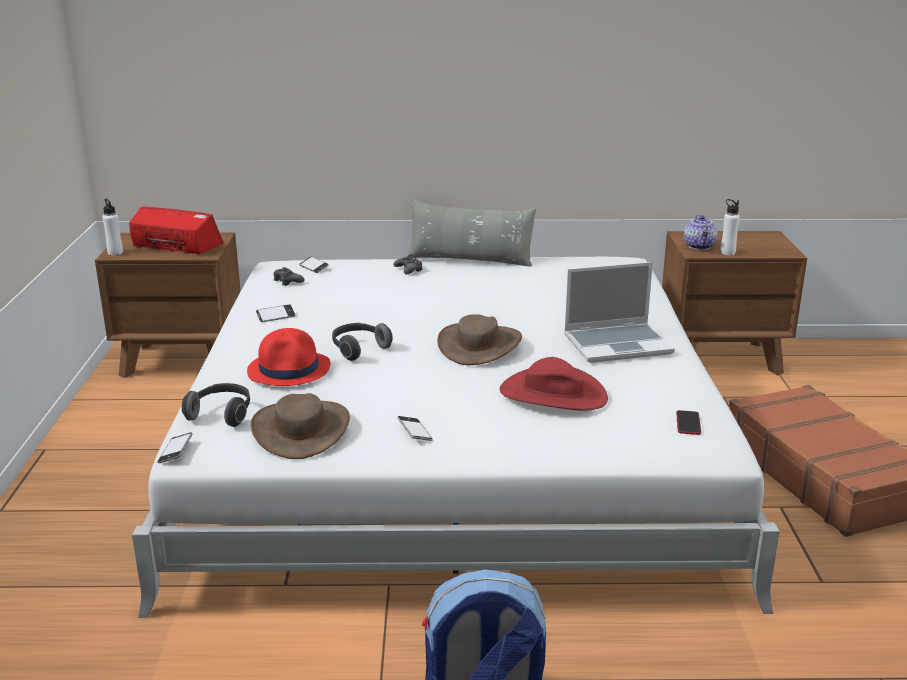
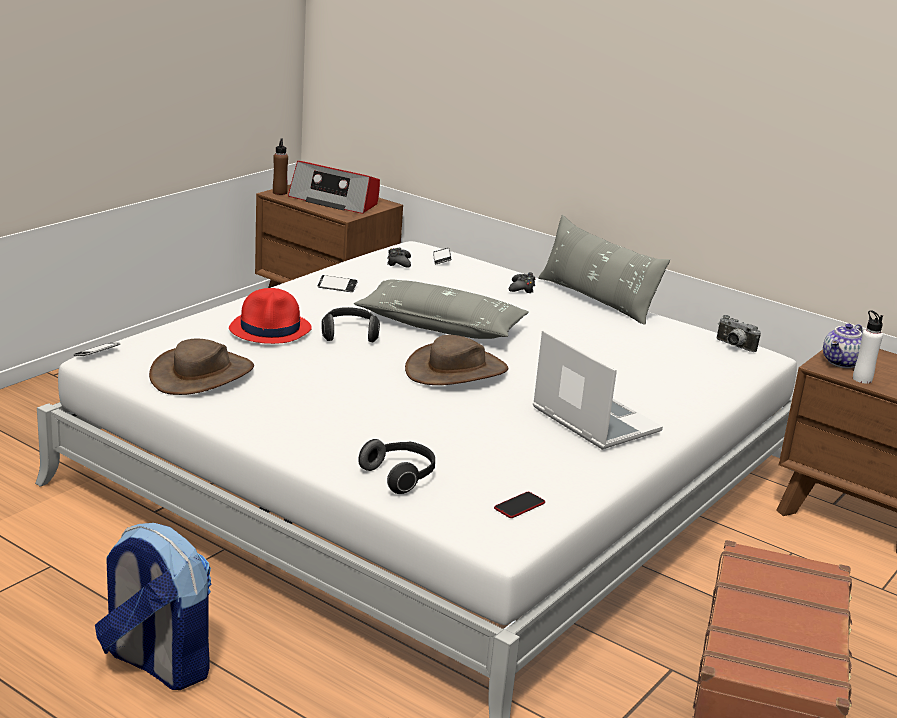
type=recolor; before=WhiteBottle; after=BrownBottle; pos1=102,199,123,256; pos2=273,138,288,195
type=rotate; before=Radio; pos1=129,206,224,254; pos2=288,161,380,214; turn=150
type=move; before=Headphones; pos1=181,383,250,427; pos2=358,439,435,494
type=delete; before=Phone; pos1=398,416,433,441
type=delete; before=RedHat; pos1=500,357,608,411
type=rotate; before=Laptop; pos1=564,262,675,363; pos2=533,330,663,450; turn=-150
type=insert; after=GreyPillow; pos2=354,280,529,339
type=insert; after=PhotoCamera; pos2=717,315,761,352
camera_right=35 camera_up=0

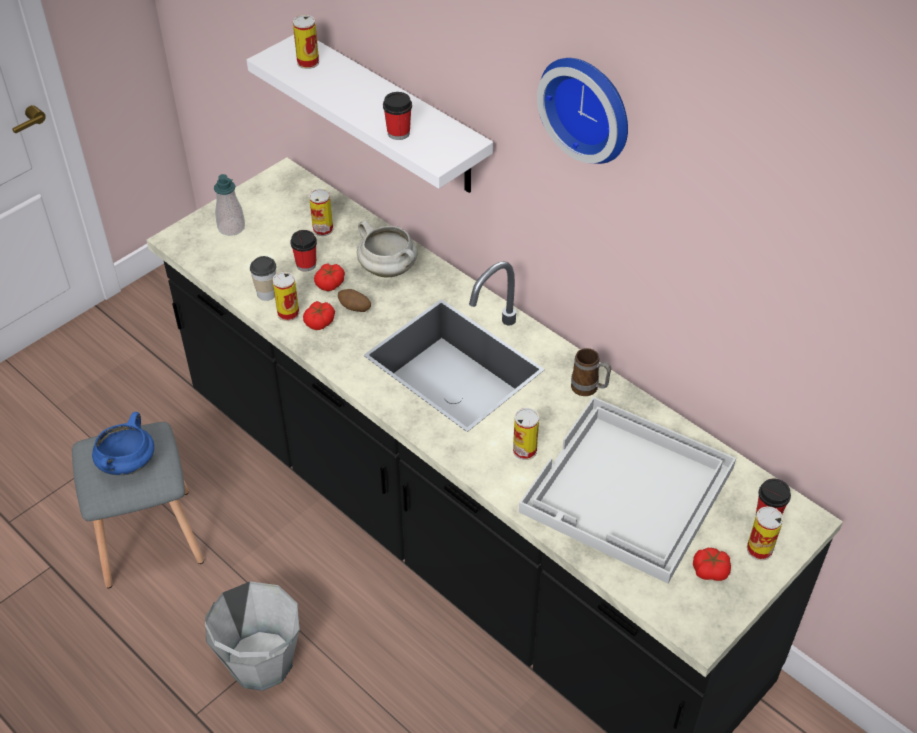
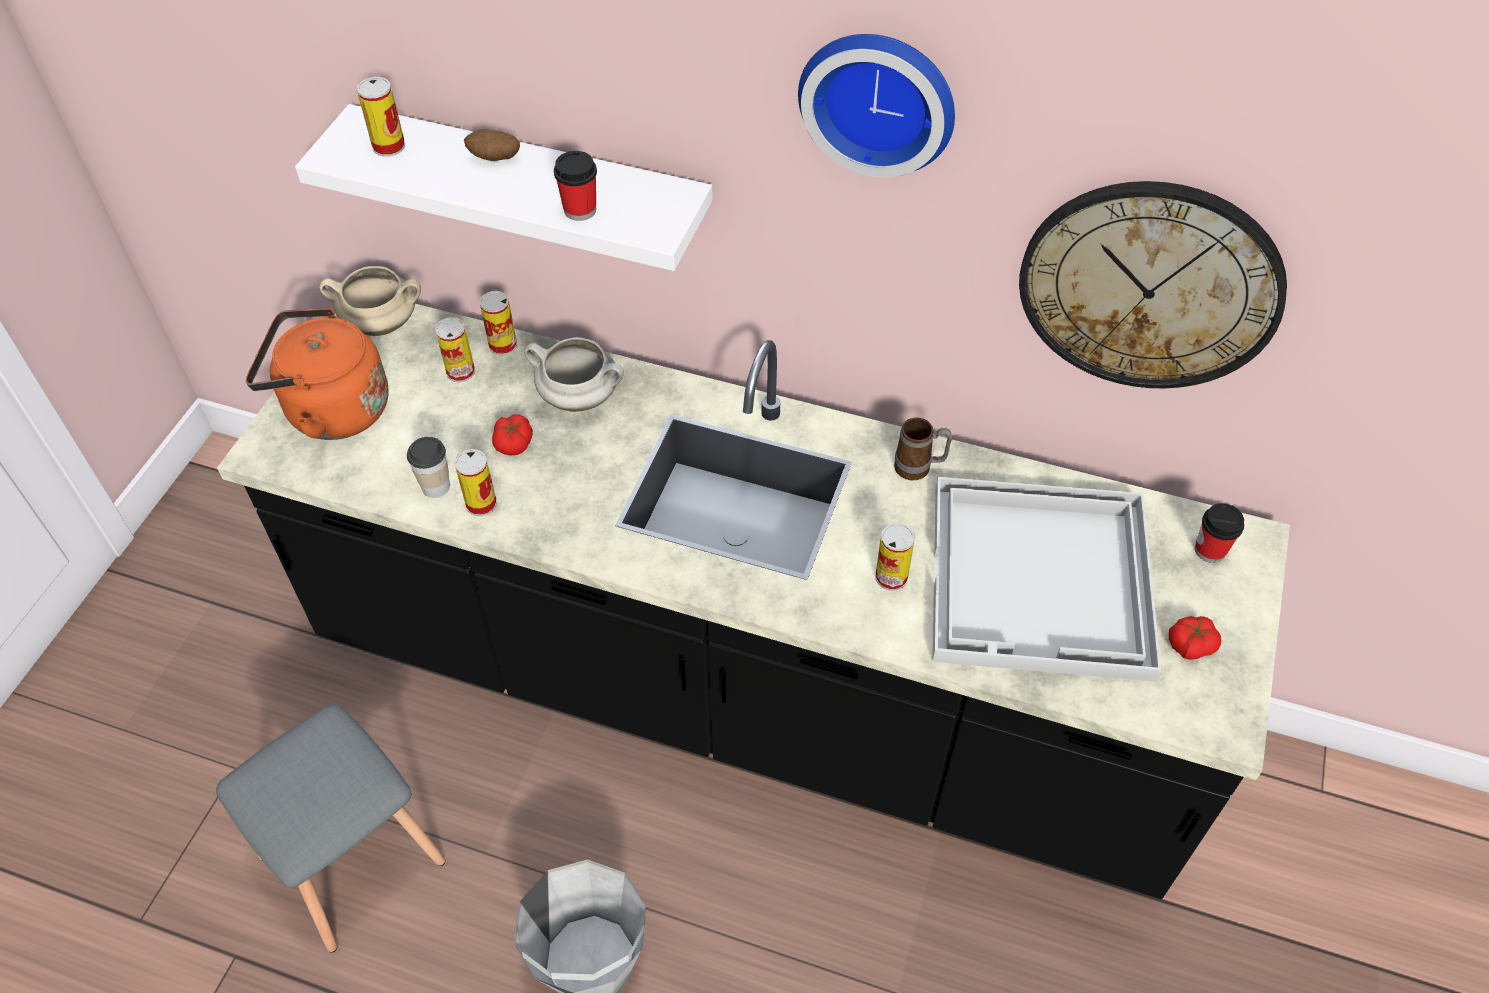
type=delete; before=BlueCookingPot; pos1=92,412,154,475
type=replace; before=SoapDispenser; after=OrangeKettle; pos1=214,174,245,236; pos2=246,308,389,440
type=delete; before=Cup; pos1=290,230,317,272
type=delete; before=Tomato; pos1=303,301,335,330
type=move; before=Potato; pos1=338,289,371,312; pos2=464,129,520,161
type=move; before=Can; pos1=747,506,783,561; pos2=479,291,517,355
type=insert; after=BeigeCookingPot; pos2=319,266,421,336
type=insert; after=WallClock; pos2=1019,181,1287,388
camera_right=-25 camera_up=5

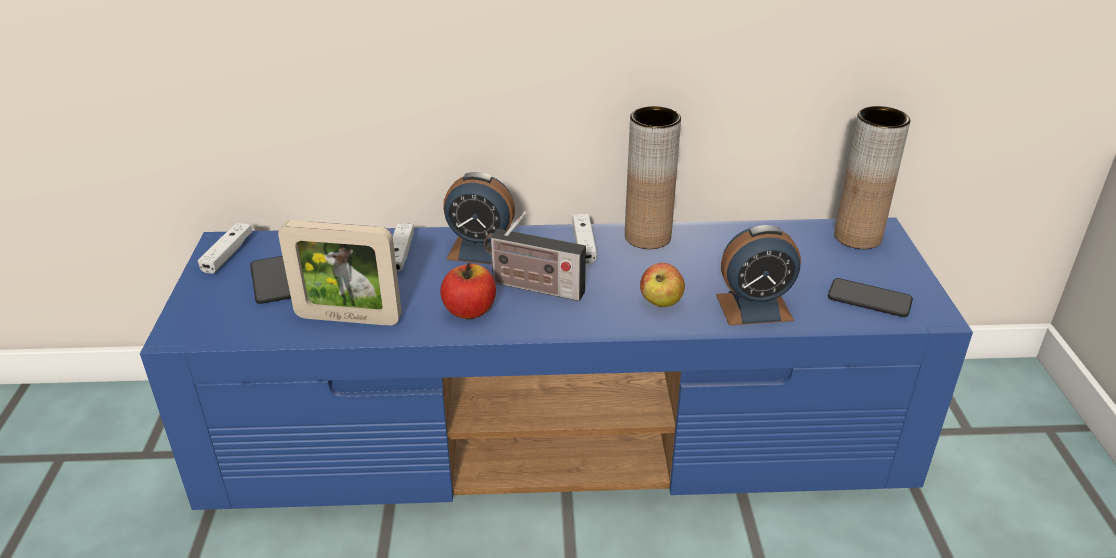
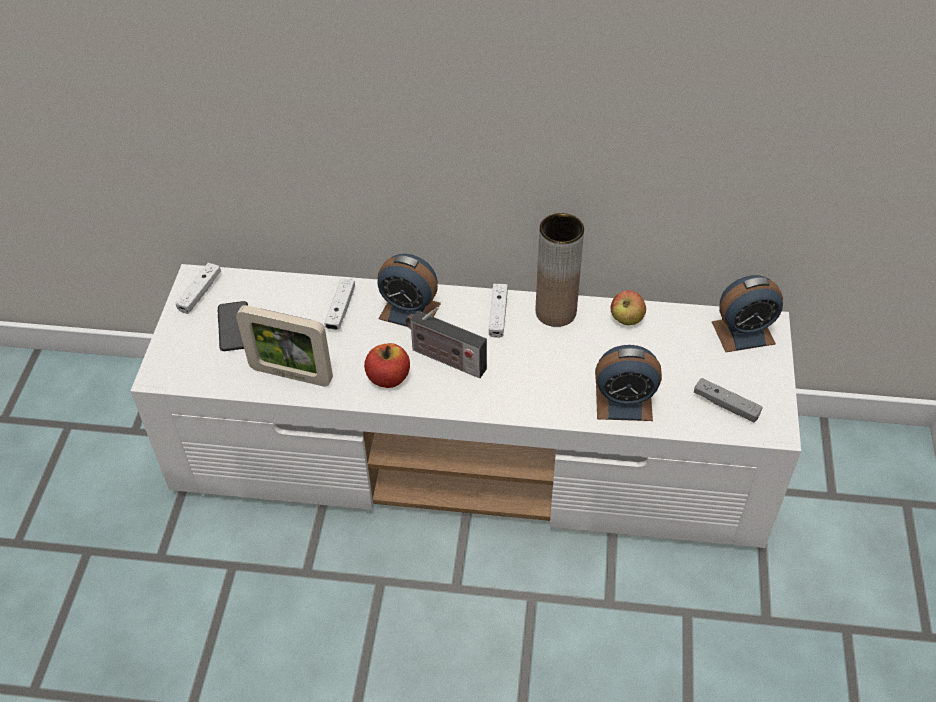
type=recolor; before=BlueTvStand; after=WhiteTvStand; pos1=140,217,973,510; pos2=130,264,801,548
type=move; before=Apple; pos1=640,263,685,307; pos2=611,290,646,325
type=replace; before=Phone; after=GreyGameController; pos1=828,278,913,317; pos2=694,378,763,423
type=replace; before=BrownVase; after=AlarmClock; pos1=834,106,910,249; pos2=712,275,783,352
camera_right=10 camera_up=15

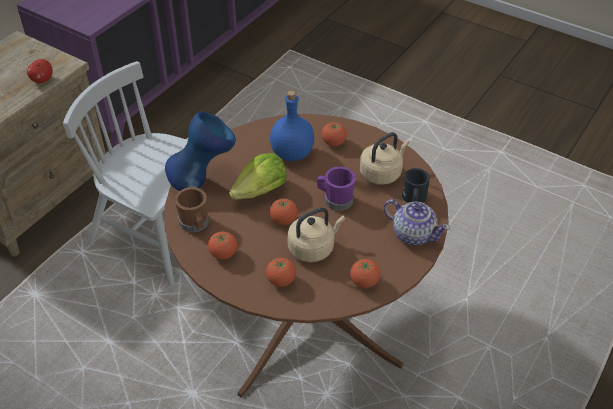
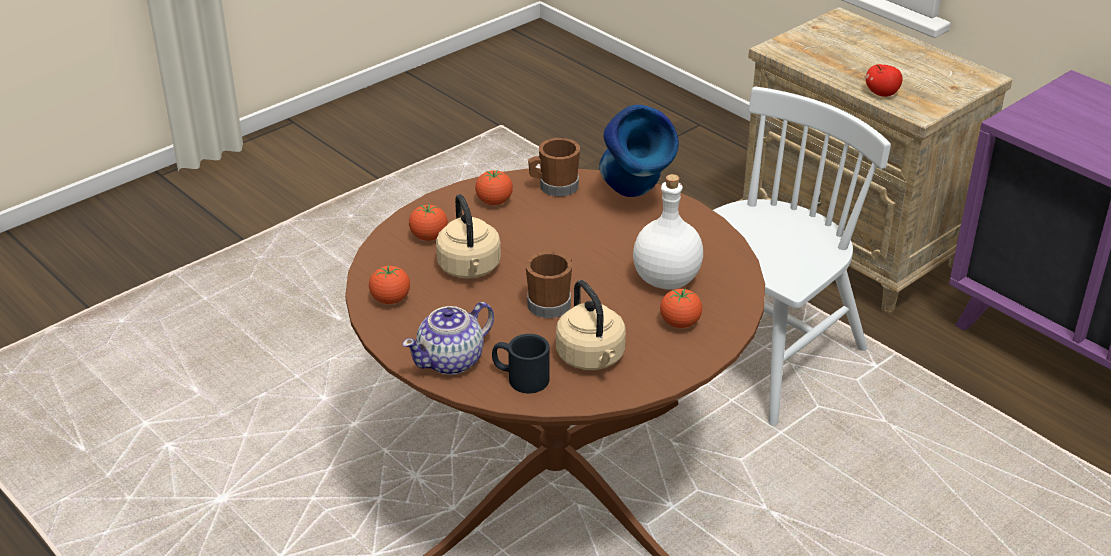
type=delete; before=Lettuce; pos1=229,153,287,200
type=recolor; before=BlueBottle; after=WhiteBottle; pos1=270,91,314,161; pos2=633,174,703,289
type=delete; before=Tomato; pos1=270,199,298,225
type=recolor; before=PurpleMug; after=BrownMug; pos1=317,167,356,211; pos2=526,252,572,318
camera_right=105 camera_up=-10

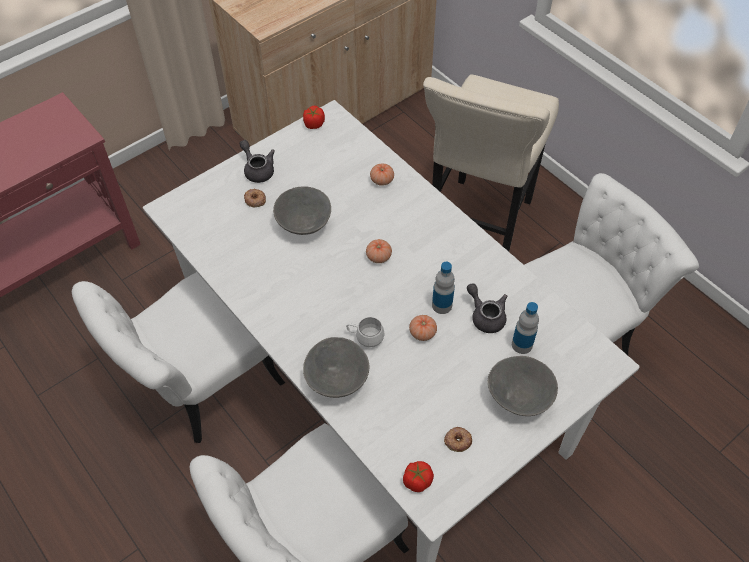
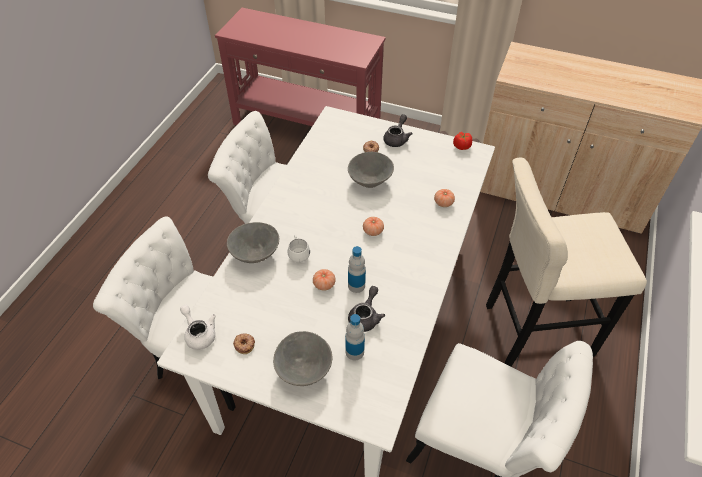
type=replace; before=Tomato; after=WhiteTeapot; pos1=403,461,434,492; pos2=180,305,216,350
camera_right=60 camera_up=-5

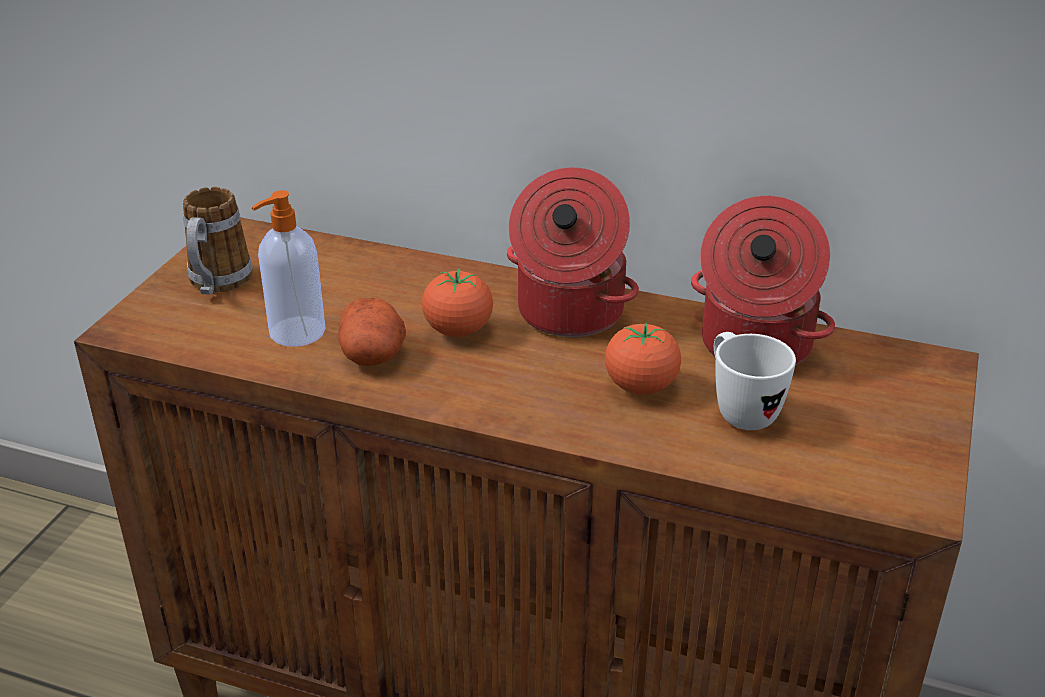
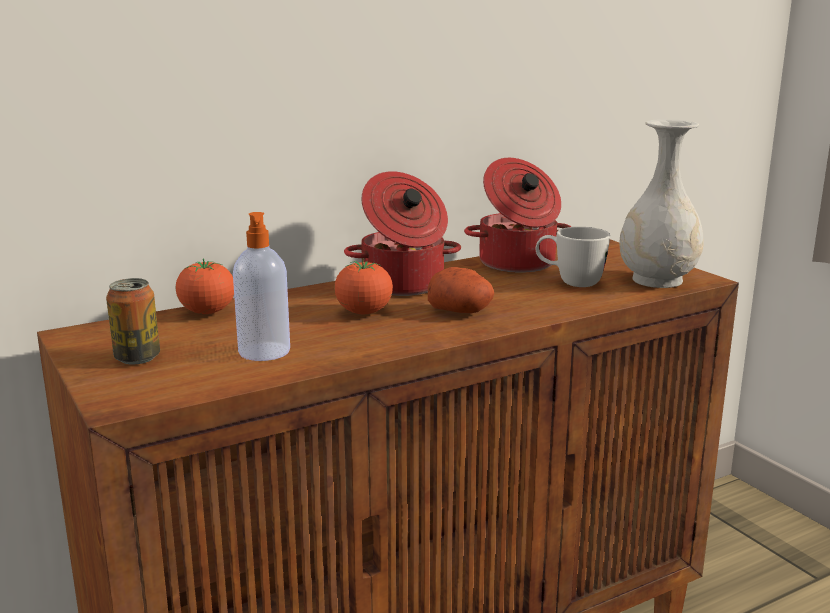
type=replace; before=Mug; after=Can; pos1=183,187,253,295; pos2=106,278,160,364
type=move; before=Potato; pos1=338,298,406,366; pos2=428,267,494,313
type=move; before=Tomato; pos1=605,323,681,394; pos2=176,258,234,314
type=insert; after=WhiteVase; pos2=619,119,704,288
camera_right=-50 camera_up=-15

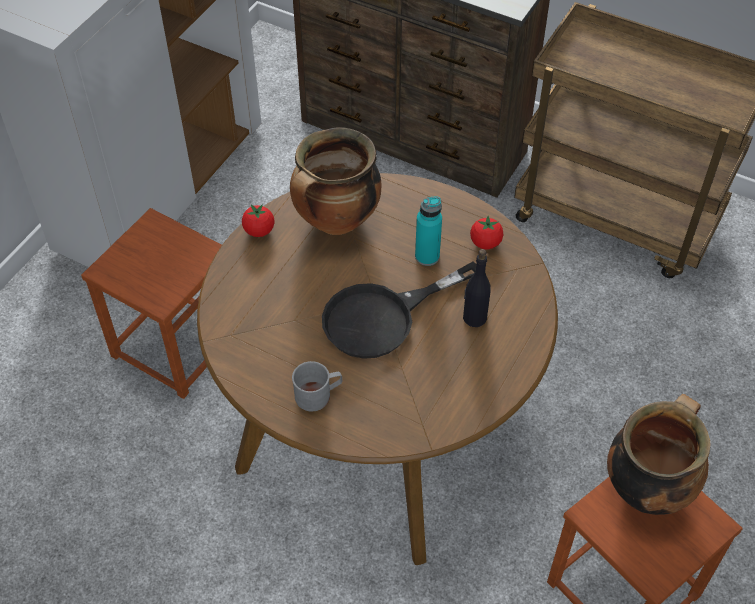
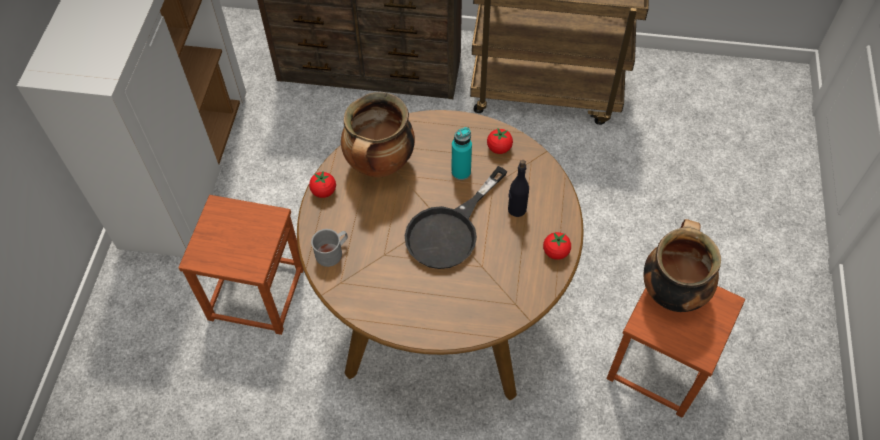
type=move; before=GreyMug; pos1=292,361,342,412; pos2=311,229,348,267
type=insert; after=Tomato; pos2=543,232,571,260
camera_right=-20 camera_up=5

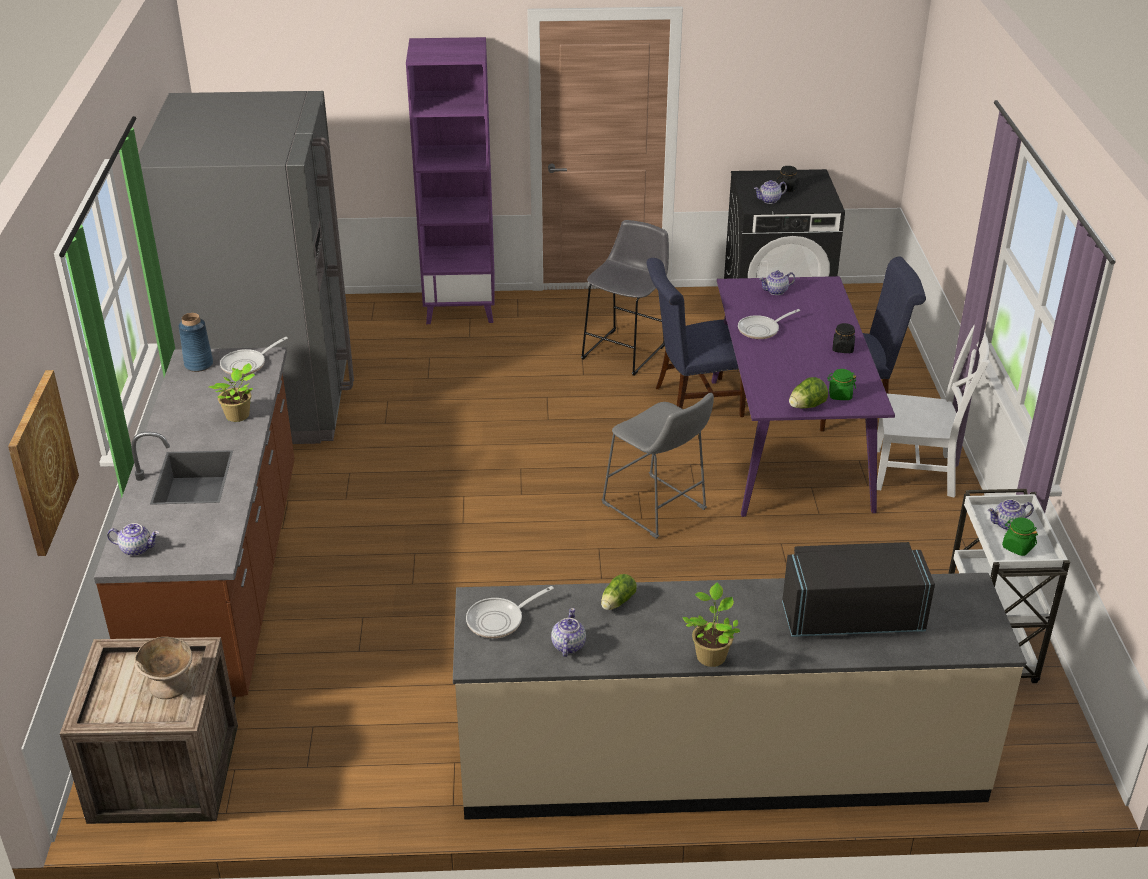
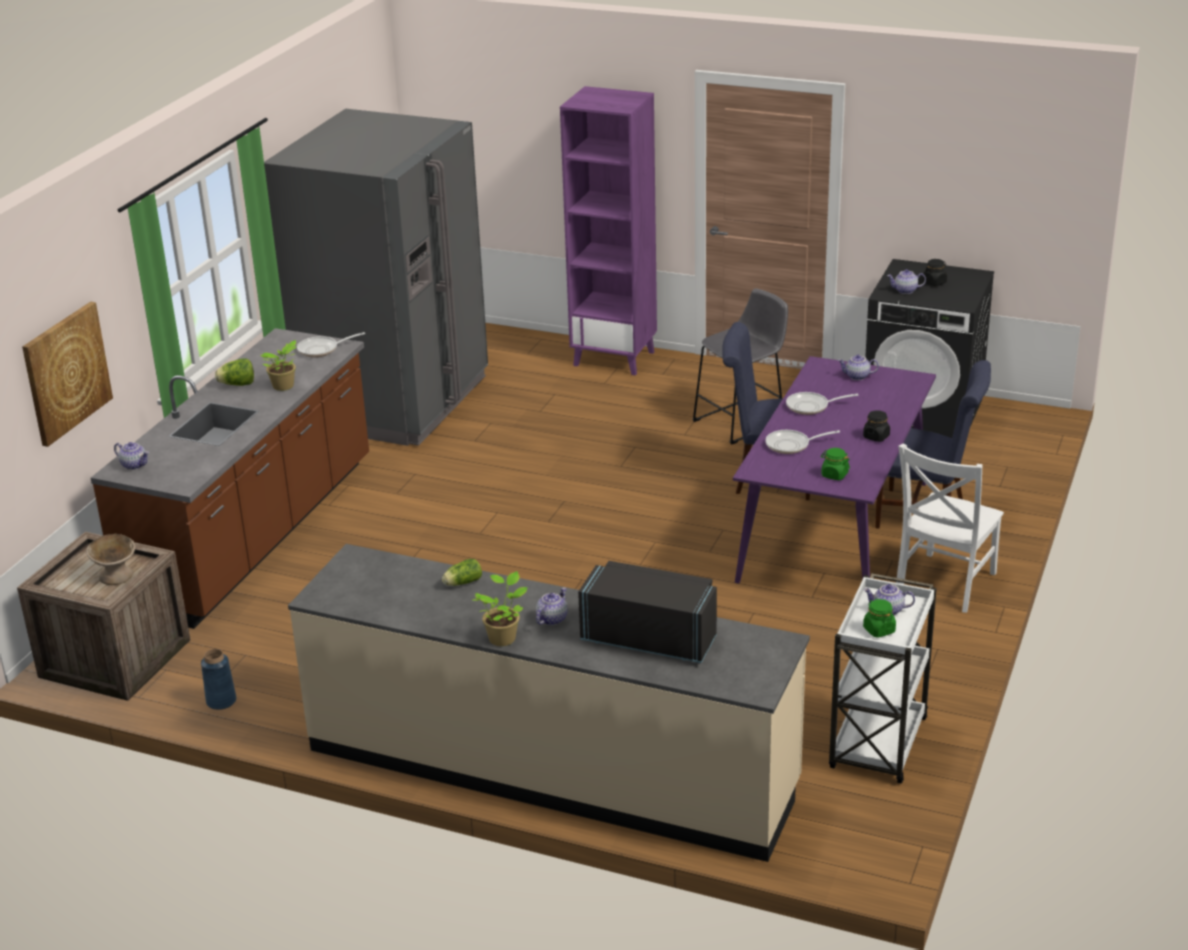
type=move; before=BlueVase; pos1=179,313,213,372; pos2=201,649,236,710
type=move; before=FryingPan; pos1=466,586,554,638; pos2=766,430,840,454
type=move; before=Teapot; pos1=551,608,586,657; pos2=536,588,568,625
type=delete; before=GreyStool; pos1=601,393,714,539
type=move; before=Lettuce; pos1=789,377,828,408; pos2=215,358,254,386
type=rotate; before=WhiteChair; pos1=877,324,990,498; pos2=896,444,1004,613; turn=90
camera_right=25 camera_up=-5

